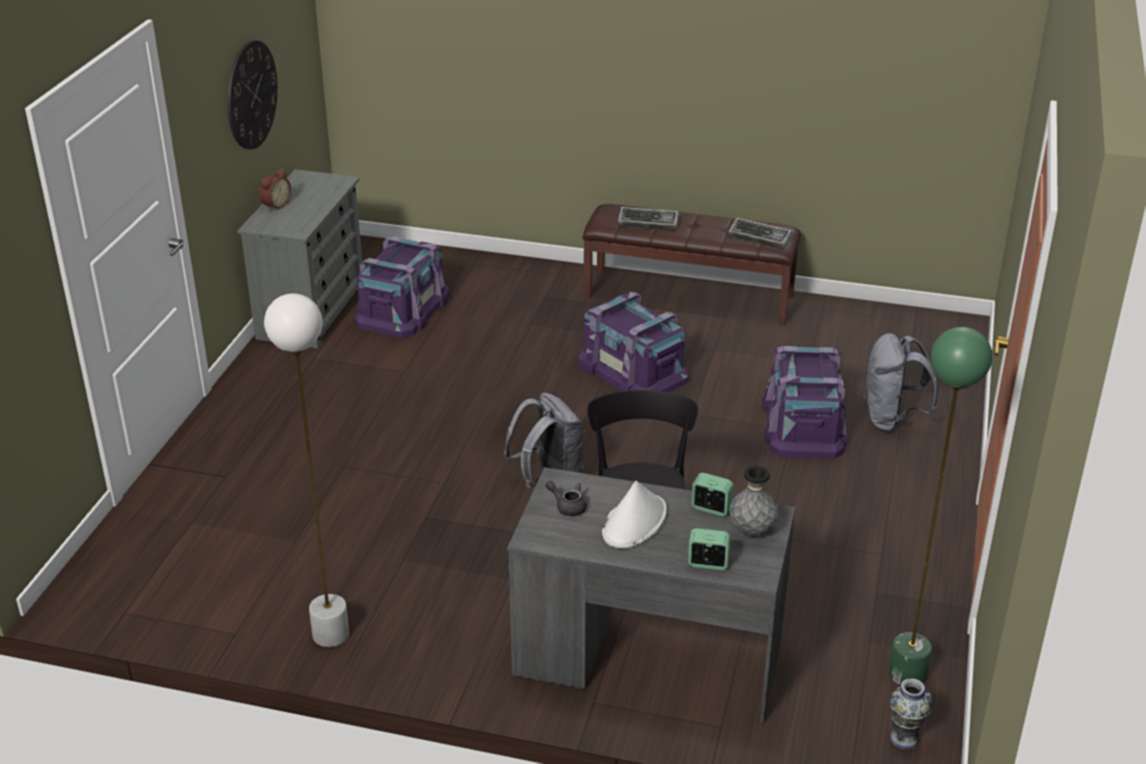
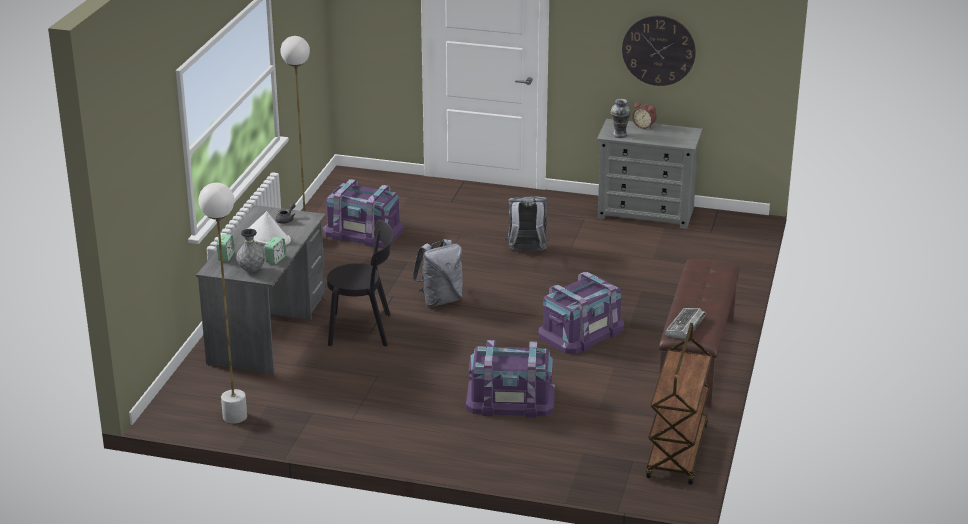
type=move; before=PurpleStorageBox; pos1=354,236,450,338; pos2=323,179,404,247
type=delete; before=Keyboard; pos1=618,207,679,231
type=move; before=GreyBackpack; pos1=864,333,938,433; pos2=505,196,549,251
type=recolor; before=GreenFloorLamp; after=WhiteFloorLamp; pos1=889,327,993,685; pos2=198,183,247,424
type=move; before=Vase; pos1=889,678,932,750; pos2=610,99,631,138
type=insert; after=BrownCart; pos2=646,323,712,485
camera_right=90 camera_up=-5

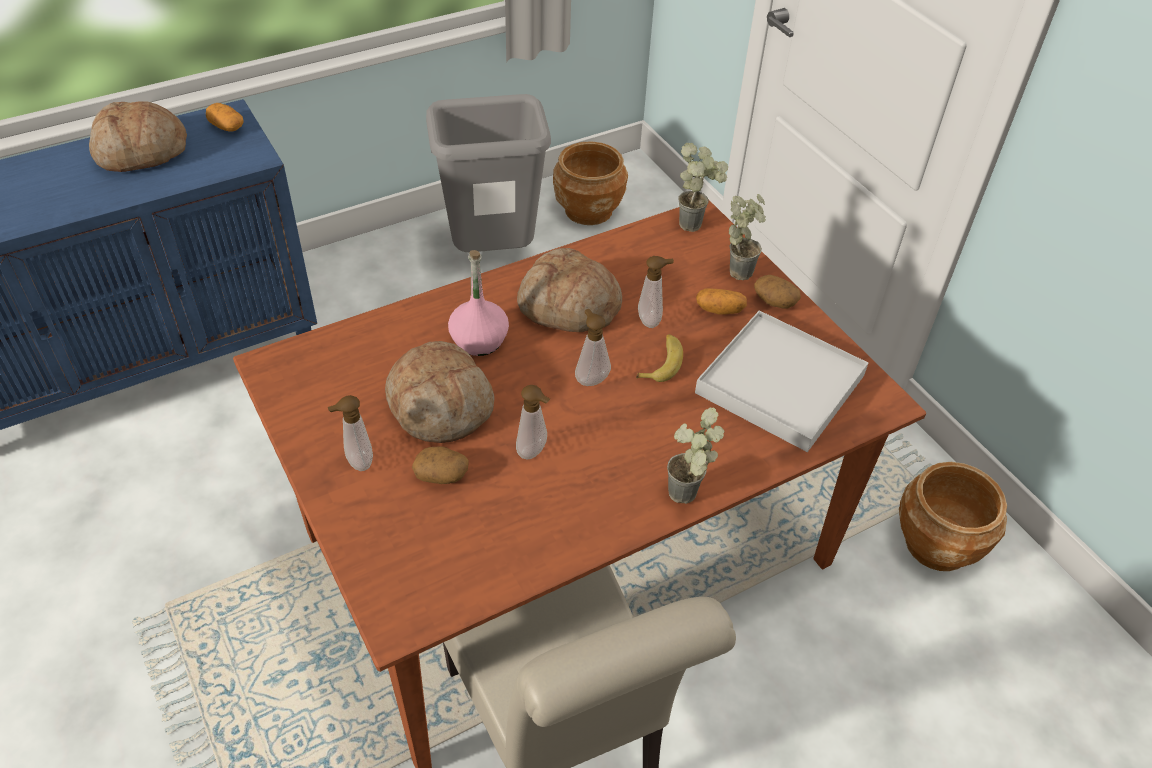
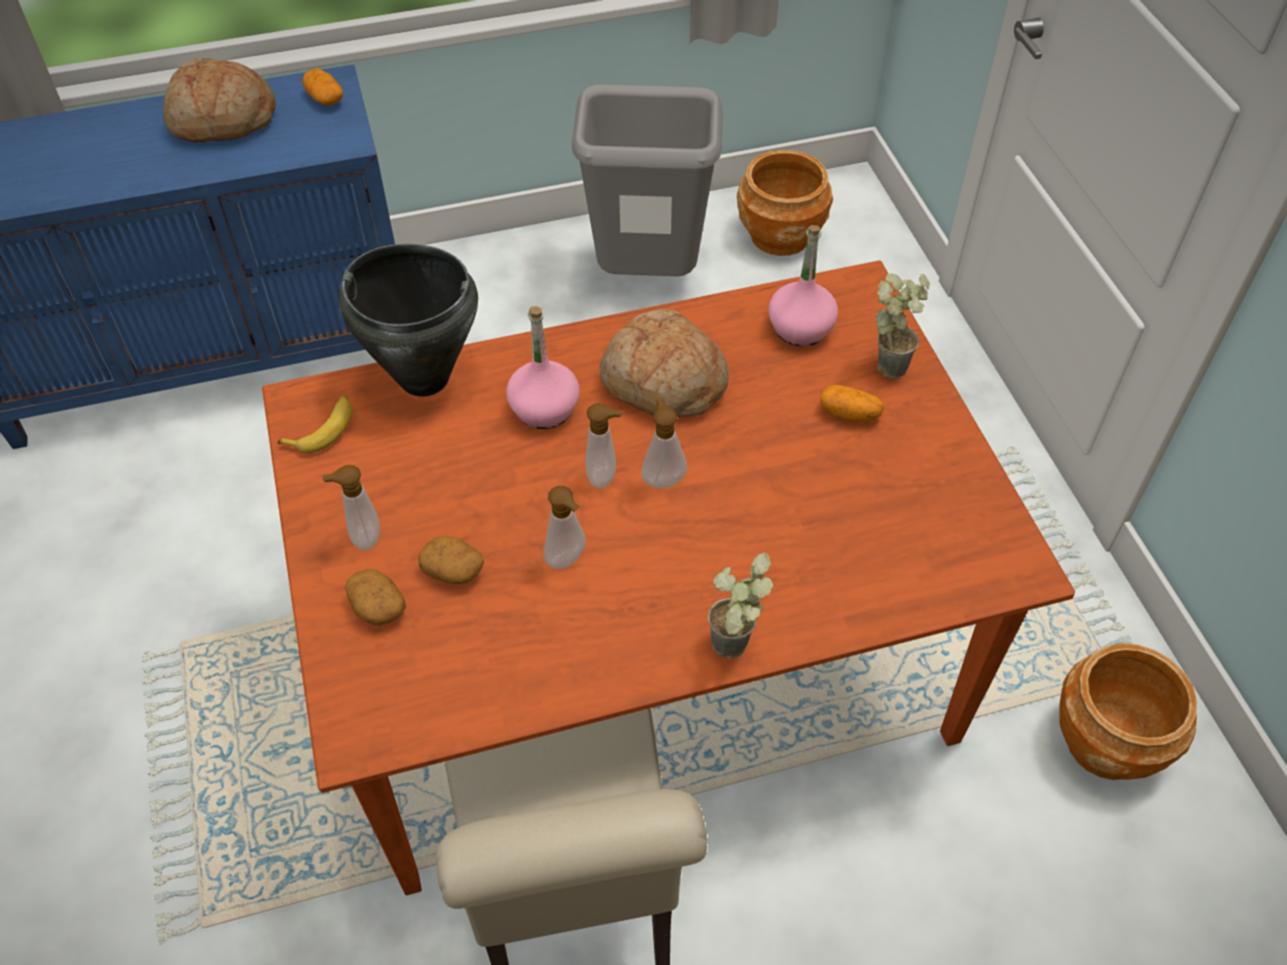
type=delete; before=Bread; pos1=385,341,495,443
type=move; before=Banana; pos1=636,334,683,382; pos2=277,396,352,453
type=move; before=SoapDispenser; pos1=638,256,674,328; pos2=585,403,623,489
type=delete; before=PottedPlant; pos1=678,143,728,232
type=delete; before=WhiteTray; pos1=695,310,868,452
type=move; before=Potato; pos1=754,275,801,308; pos2=345,569,406,626
type=insert; after=BlackCookingPot; pos2=339,244,478,397
type=insert; after=PinkBottle; pos2=768,225,838,346
camera_right=15 camera_up=5

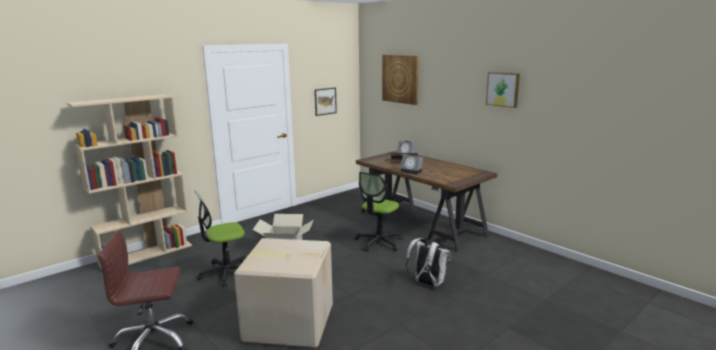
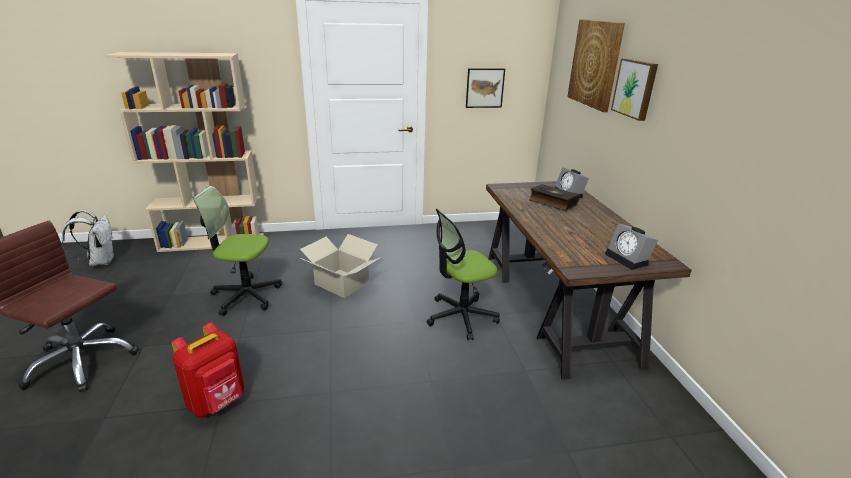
type=replace; before=CardboardBox; after=RedBackpack; pos1=234,238,333,348; pos2=171,323,244,418
type=move; before=AlarmClock; pos1=400,154,423,175; pos2=605,224,658,270
type=move; before=WhiteBackpack; pos1=406,238,451,287; pos2=62,210,114,266
type=move; before=Picture; pos1=486,72,520,108; pos2=611,58,658,121
camera_right=30 camera_up=10

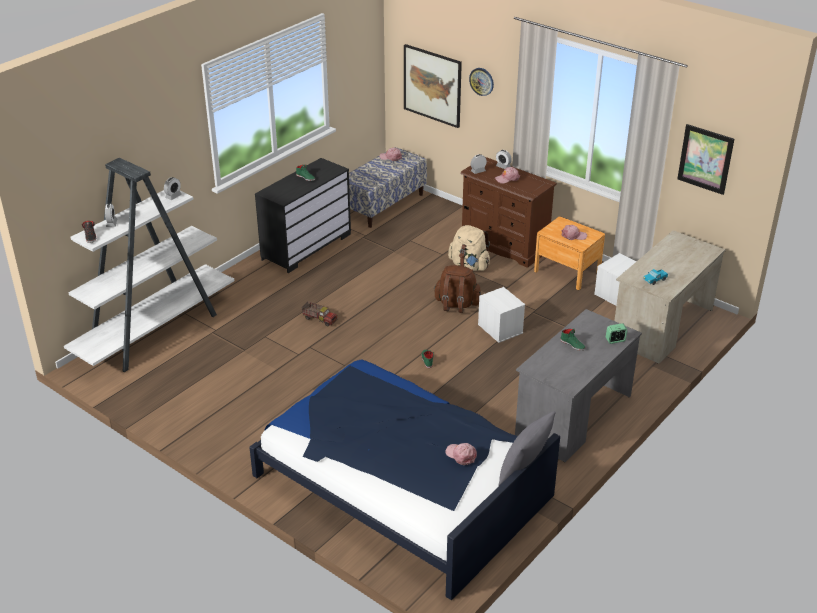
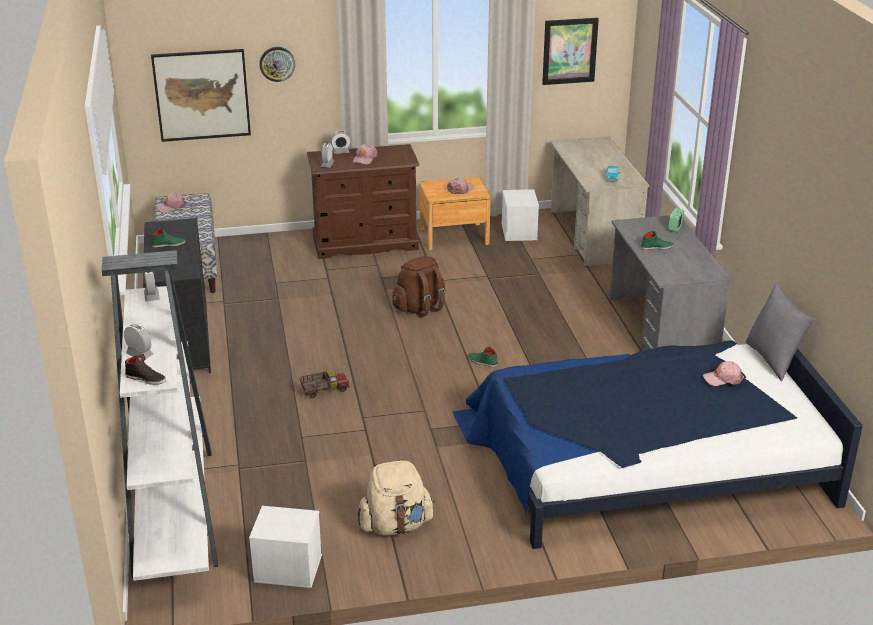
type=move; before=BeigeBackpack; pos1=448,225,490,271; pos2=358,459,435,536
type=move; before=WhiteStorageBox; pos1=478,287,525,343; pos2=249,506,322,588
camera_right=-50 camera_up=-5

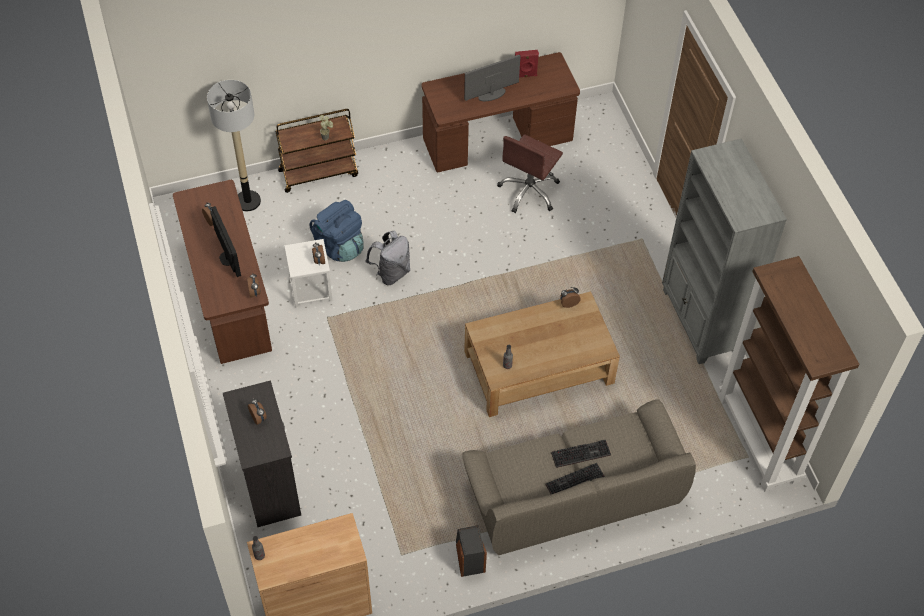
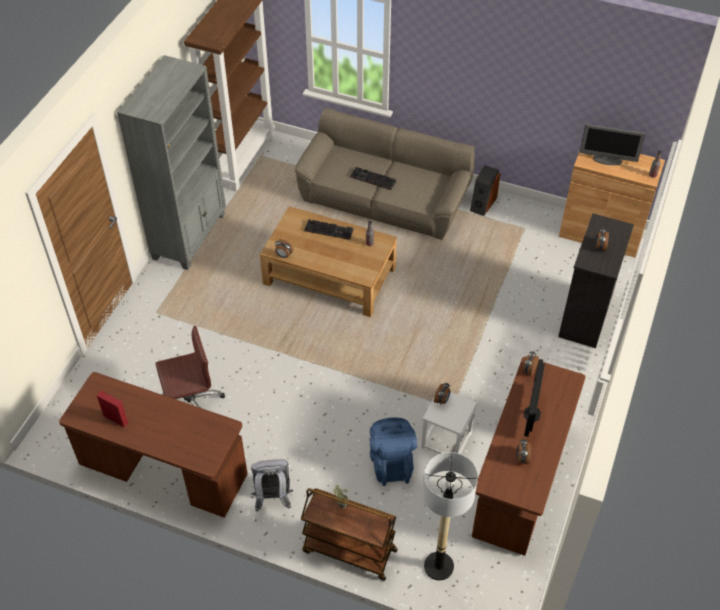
type=move; before=GreyBackpack; pos1=365,231,410,285; pos2=251,459,293,512
type=move; before=Monitor; pos1=464,55,521,101; pos2=580,124,645,165
type=move; before=Keyboard; pos1=546,463,605,494; pos2=304,219,354,240
camera_right=-140 camera_up=-5

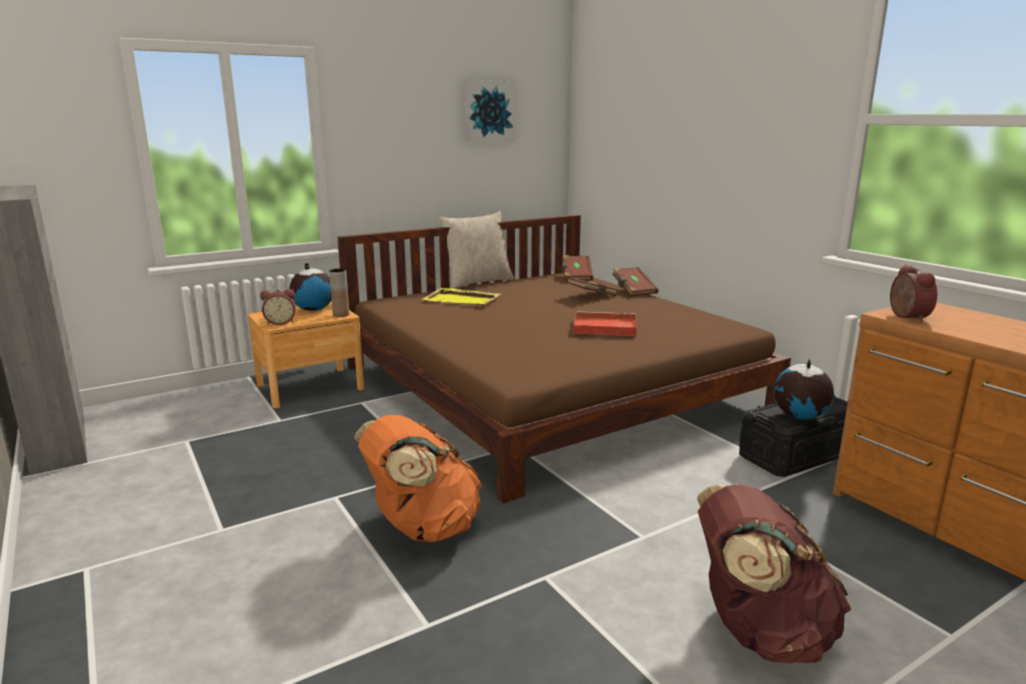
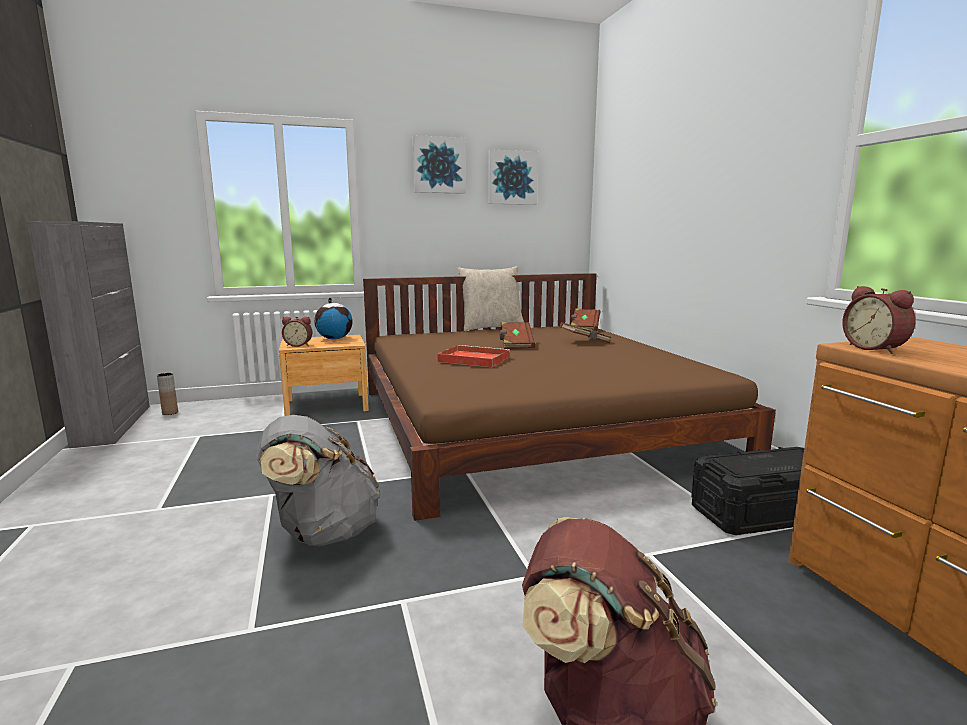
type=move; before=BrownVase; pos1=329,268,350,317; pos2=157,373,178,415
type=recolor; before=OrangeBackpack; after=GreyBackpack; pos1=355,415,483,542; pos2=256,415,381,547
type=delete; before=YellowTray; pos1=422,288,500,305
type=move; before=RedTray; pos1=573,311,637,336; pos2=437,345,510,367
type=move; before=BrownBook; pos1=612,267,659,297; pos2=500,322,535,349
type=delete; before=Globe; pos1=774,359,834,420
type=rotate; before=AlarmClock; pos1=890,265,937,322; pos2=842,286,916,354; turn=150
type=insert; after=Picture; pos2=412,135,466,194
camera_right=15 camera_up=-5

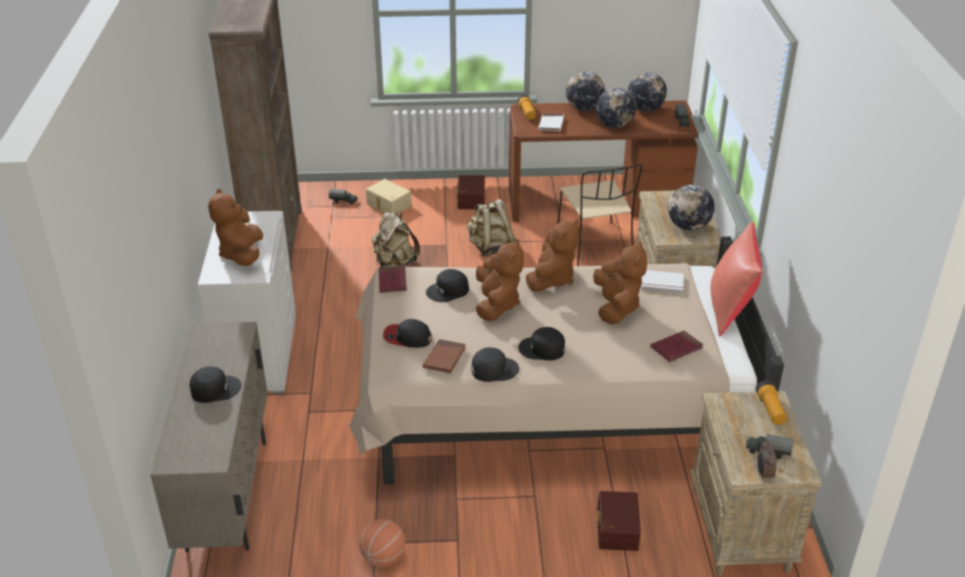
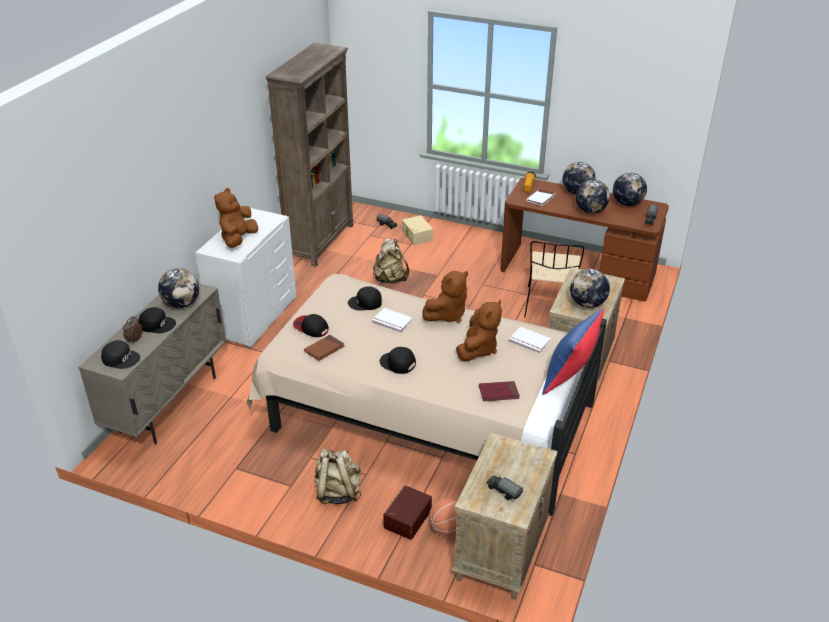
type=move; before=Basketball; pos1=359,519,405,567; pos2=429,498,457,536
type=delete; before=RedBook; pos1=379,265,407,293
type=delete; before=BrownStorageBox; pos1=455,175,485,209
type=move; before=BeigeBackpack; pos1=467,199,516,256; pos2=314,449,361,504
type=move; before=BlackCap; pos1=471,347,519,382; pos2=101,340,140,369
type=replace; before=BrownPlushToy; after=WhiteBook; pos1=476,238,524,321; pos2=372,308,413,333
type=recolor; before=RedPillow; after=BluePillow; pos1=710,221,763,337; pos2=542,308,604,395
type=delete; before=Flashlight; pos1=756,381,787,425
type=move; before=AlarmClock; pos1=757,440,777,481; pos2=123,316,143,344
type=insert; after=Globe; pos2=158,268,199,308
camera_right=25 camera_up=0

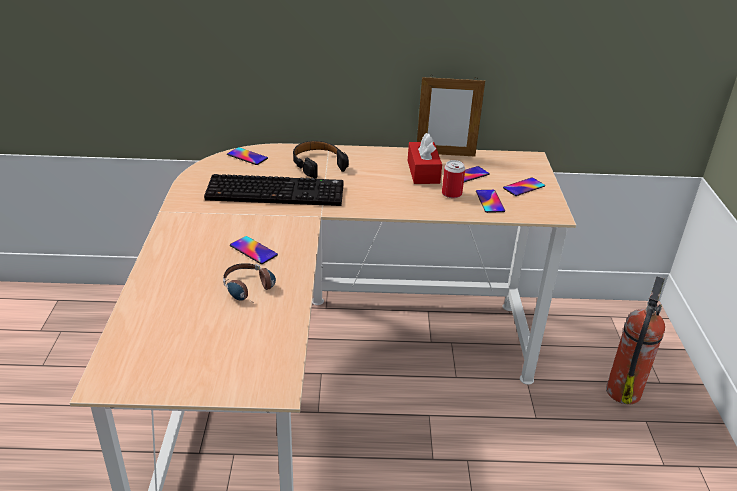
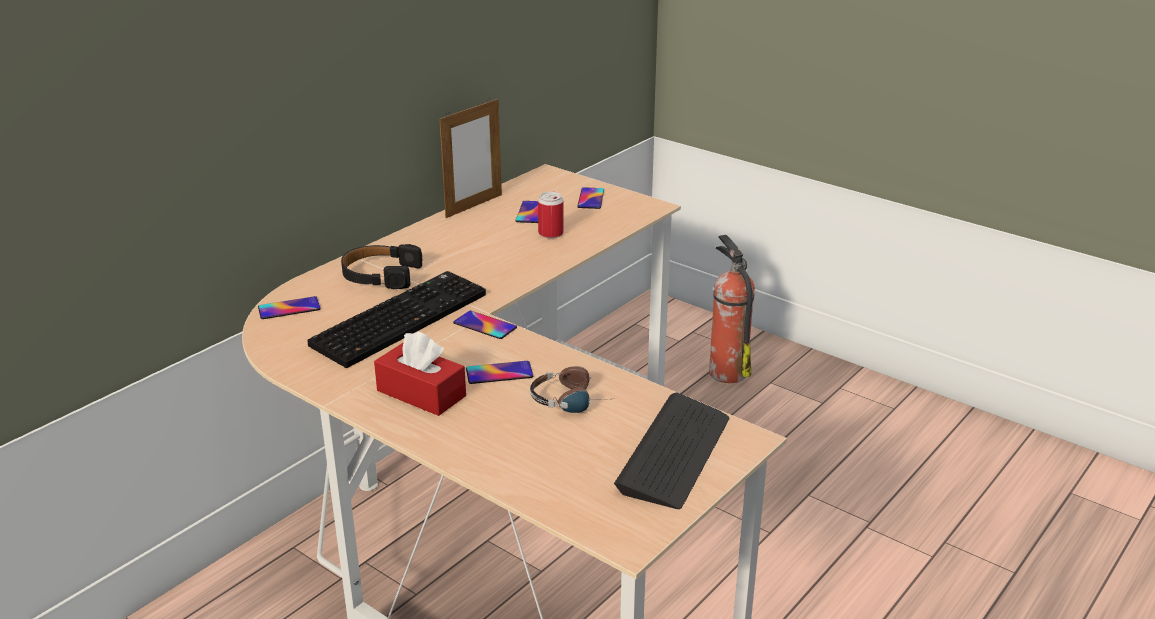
type=move; before=RedTissueBox; pos1=408,133,442,184; pos2=374,331,466,416
type=move; before=Phone; pos1=476,190,505,213; pos2=453,311,517,339
type=insert; after=Keyboard; pos2=614,393,729,509
camera_right=-50 camera_up=-5

